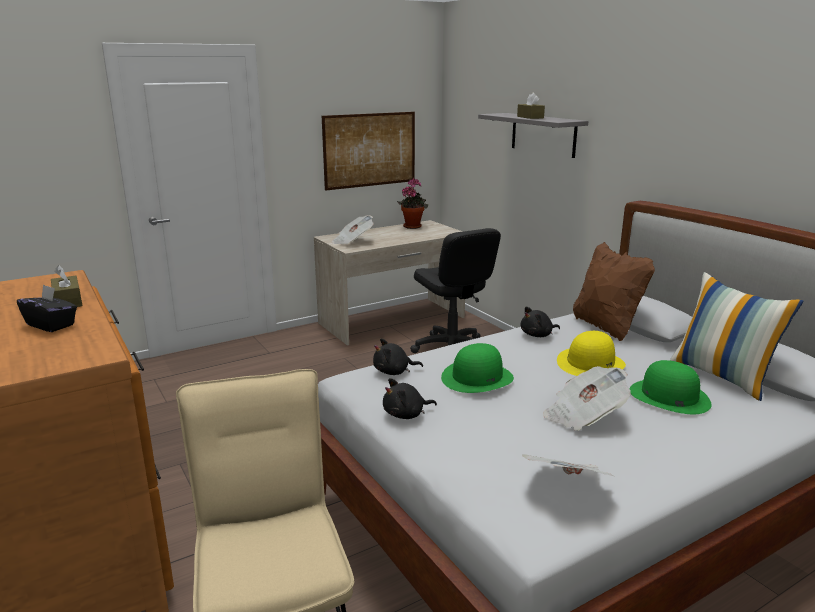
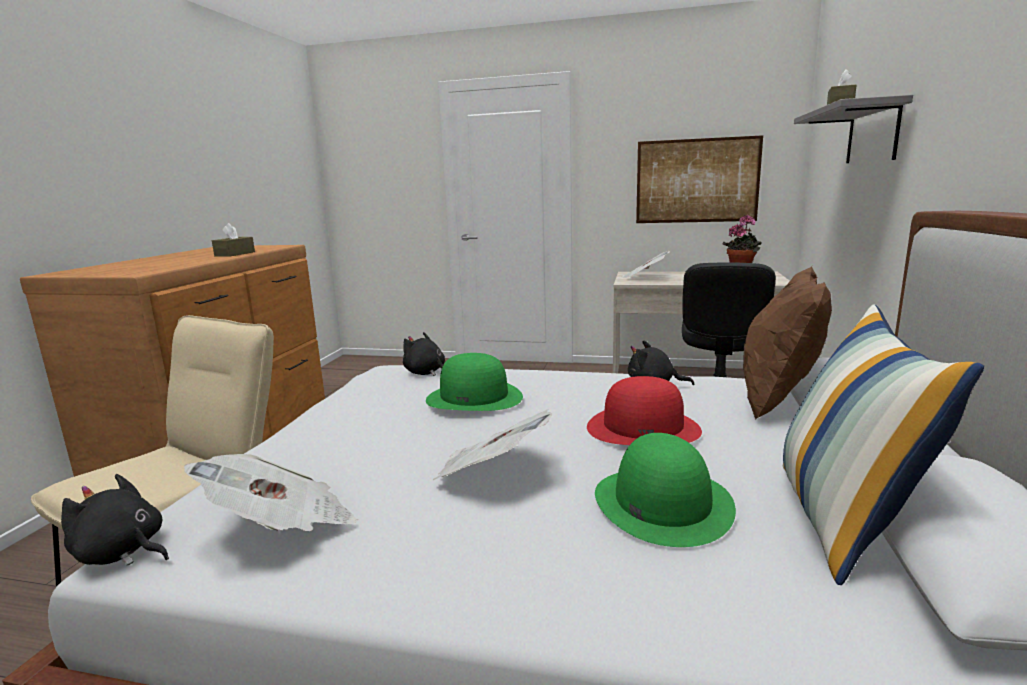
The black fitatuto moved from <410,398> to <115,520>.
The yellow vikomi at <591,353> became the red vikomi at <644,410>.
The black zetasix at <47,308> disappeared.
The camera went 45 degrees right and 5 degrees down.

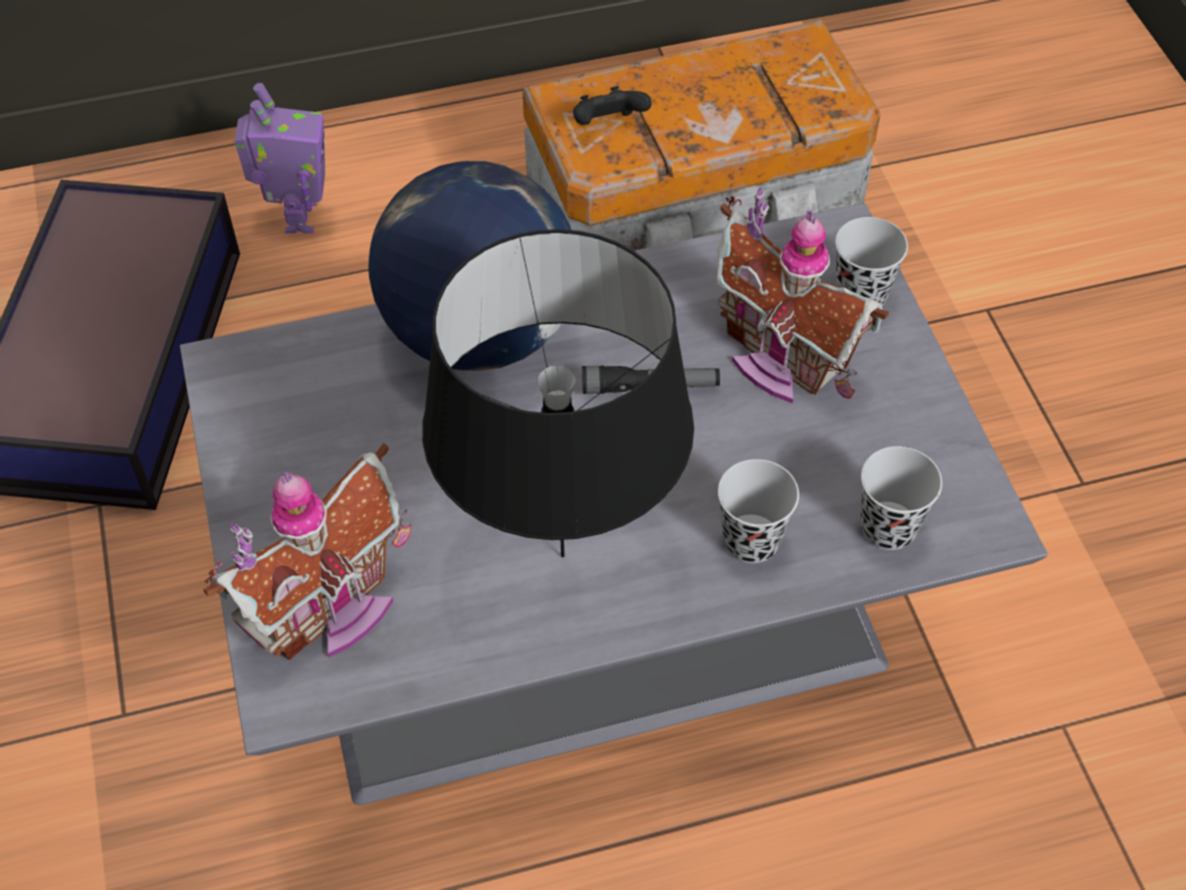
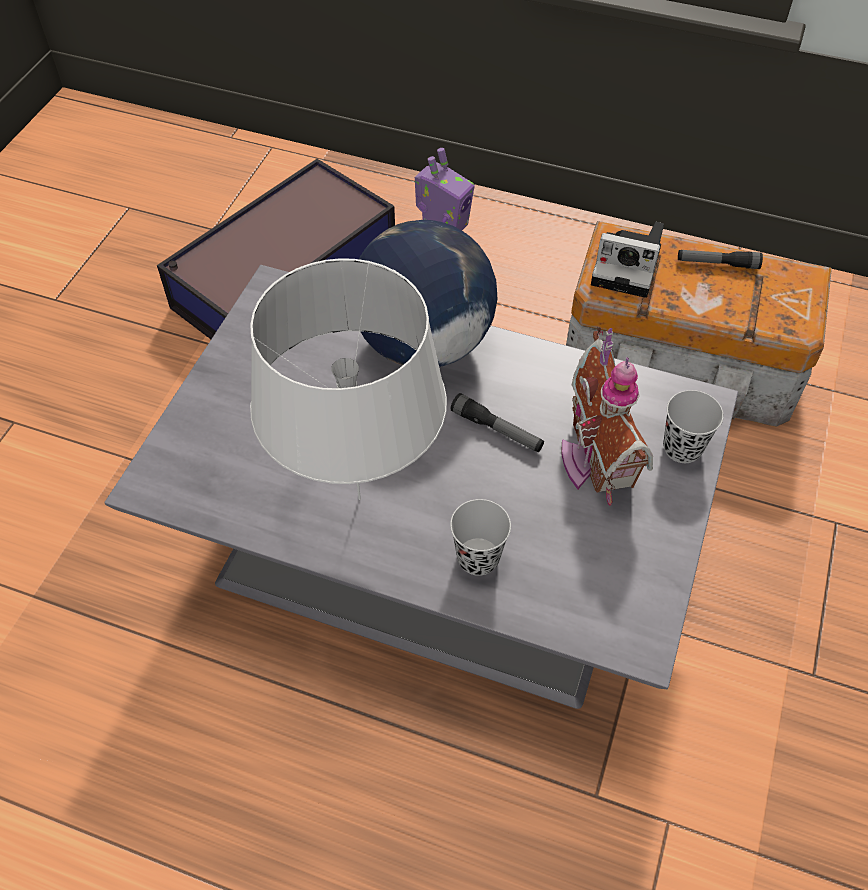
The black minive at <558,393> became the white minive at <348,379>.
The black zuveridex at <612,105> was replaced by the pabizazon at <627,260>.
The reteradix at <720,259> appeared.
The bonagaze at <307,552> disappeared.
The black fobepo at <901,498> disappeared.
The camera went 35 degrees right and 0 degrees up.

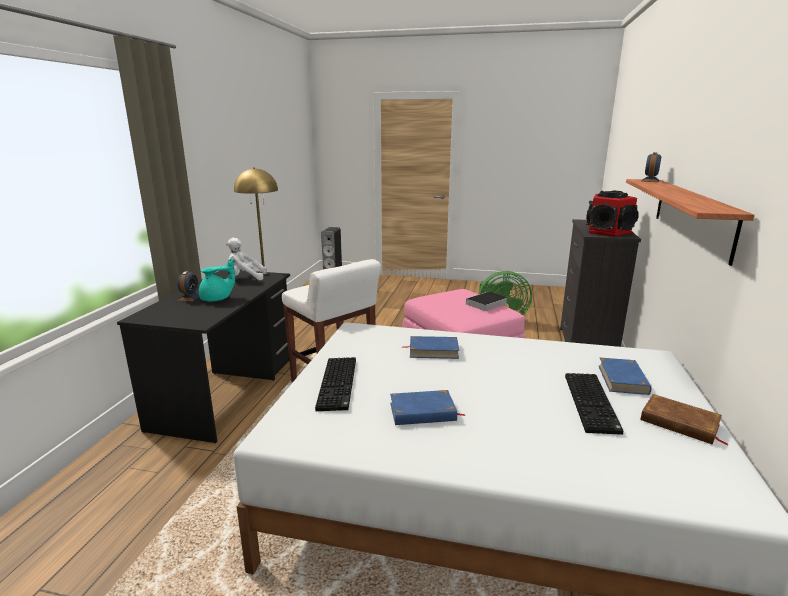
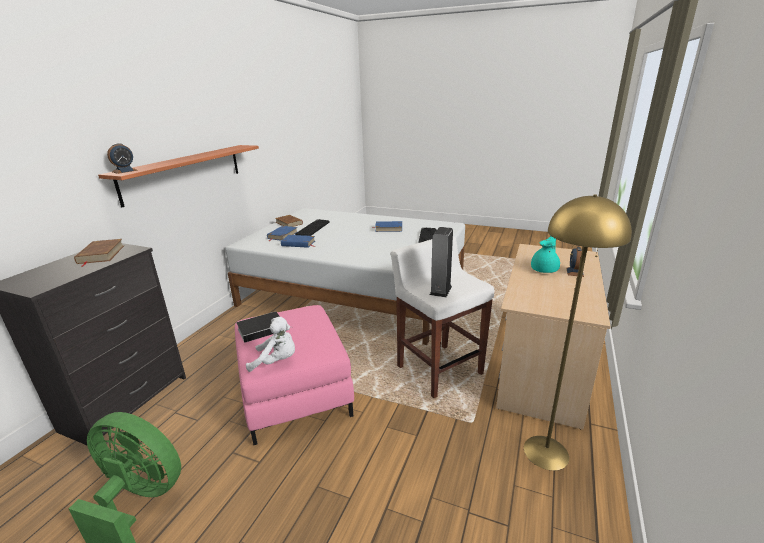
The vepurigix at <612,214> was replaced by the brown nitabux at <99,253>.
The white fitatuto moved from <246,259> to <270,344>.
The blue nitabux moved from <430,347> to <298,241>.
The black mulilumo at <203,356> became the beige mulilumo at <553,336>.
The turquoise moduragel at <217,280> turned 150 degrees clockwise.
The camera went 170 degrees left and 5 degrees up.

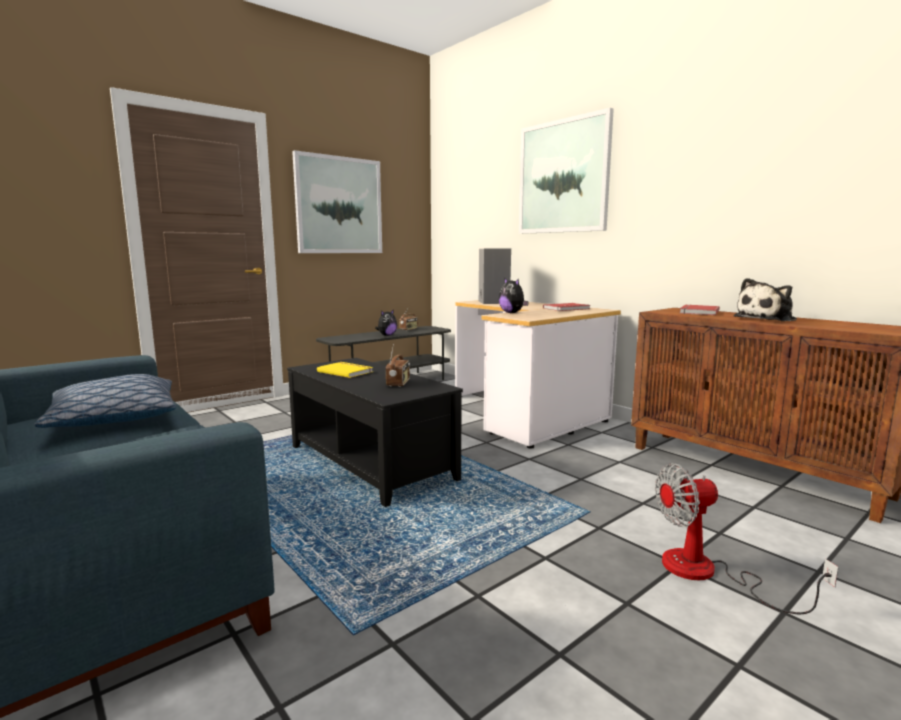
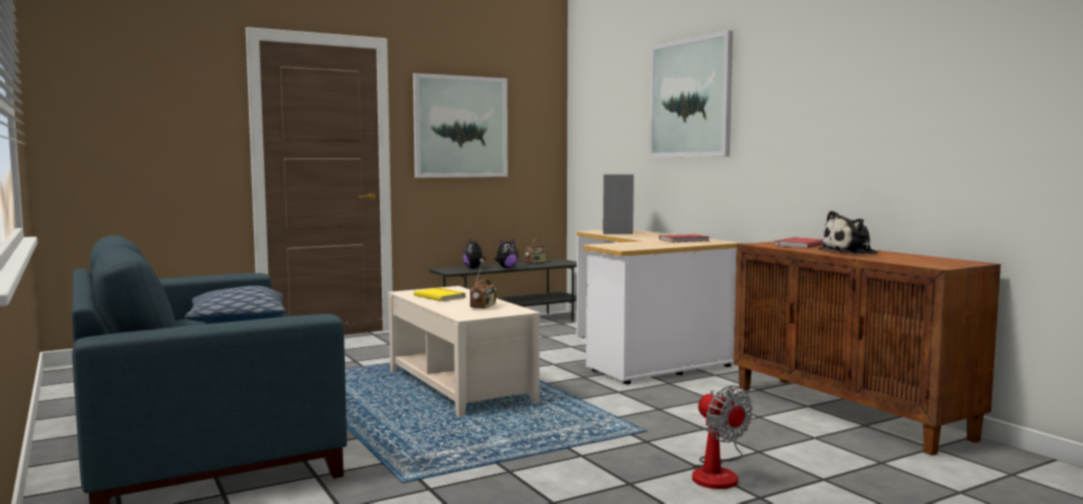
The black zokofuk at <375,432> became the beige zokofuk at <464,351>.
The fitatuto moved from <514,295> to <474,253>.
The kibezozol at <747,538> turned 120 degrees counterclockwise.
The camera went 10 degrees right and 5 degrees down.

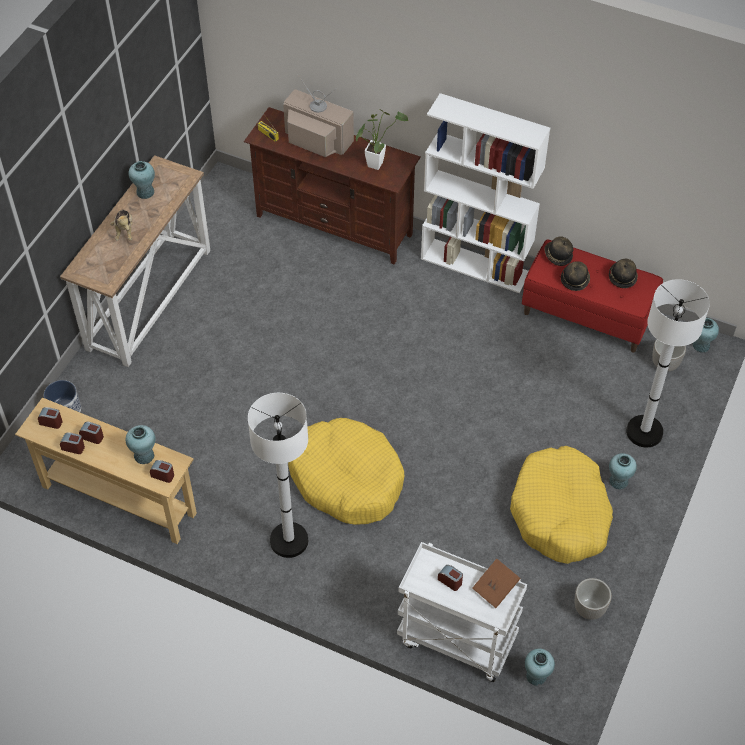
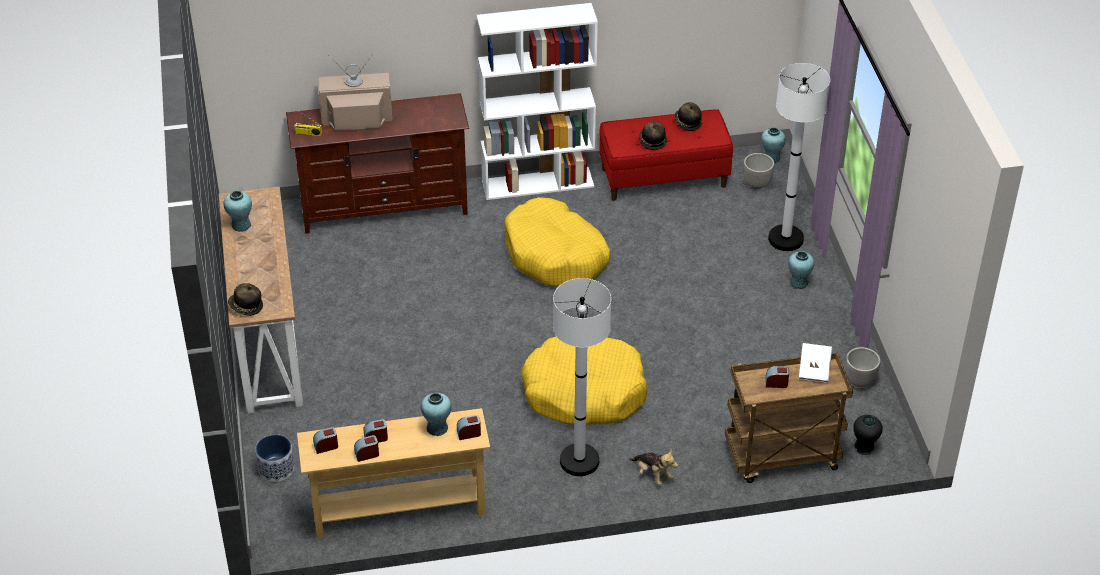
The vikomi moved from <558,251> to <245,299>.
The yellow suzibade moved from <561,505> to <557,242>.
The fitatuto moved from <121,225> to <653,467>.
The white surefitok at <462,612> became the brown surefitok at <789,417>.
The brown nitabux at <496,583> became the white nitabux at <815,363>.
The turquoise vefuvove at <540,667> became the black vefuvove at <868,435>.
The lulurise at <382,139> disappeared.
The camera went 35 degrees left and 10 degrees down.

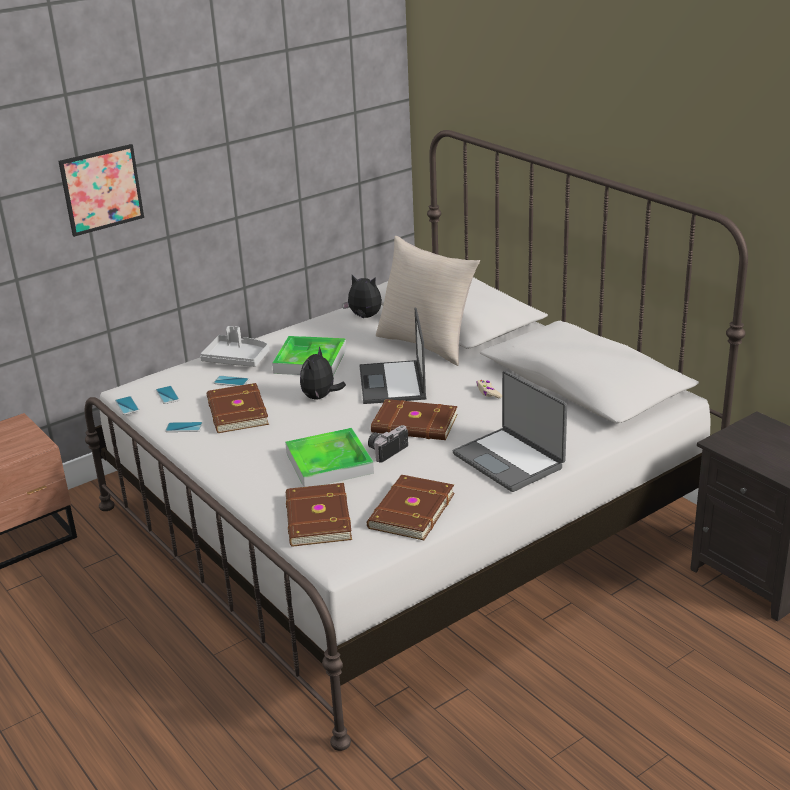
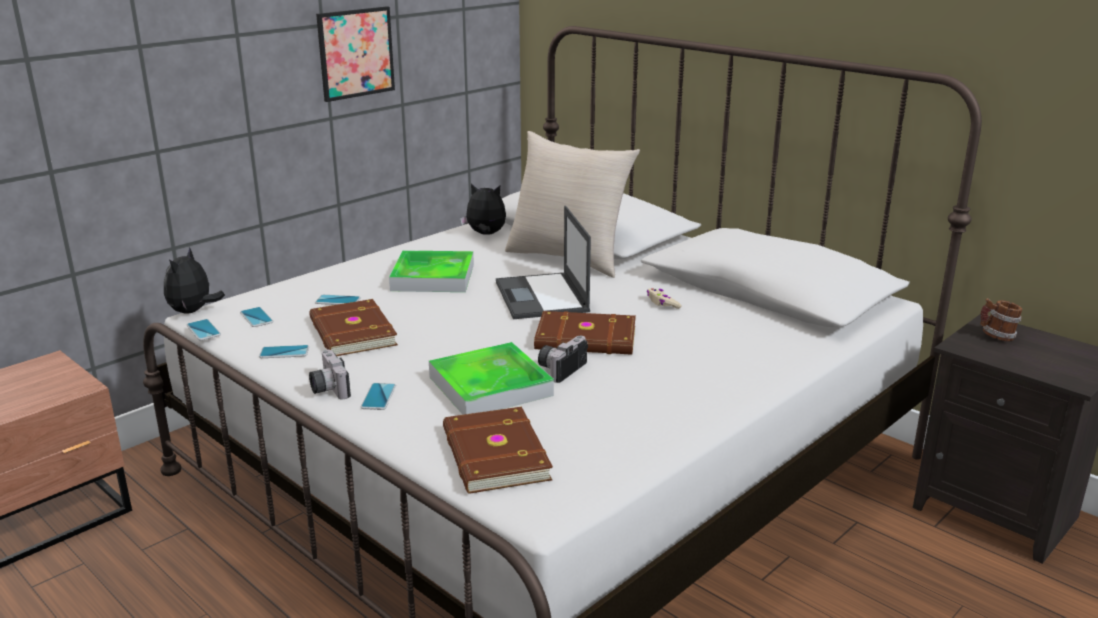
The fitatuto moved from <323,373> to <194,280>.
The pabizazon at <330,374> appeared.
The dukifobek moved from <101,190> to <355,54>.
The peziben at <378,396> appeared.
The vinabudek at <1001,319> appeared.
The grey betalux at <234,346> disappeared.
The brown nitabux at <411,507> disappeared.
The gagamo at <510,431> disappeared.
The camera went 10 degrees left and 5 degrees down.

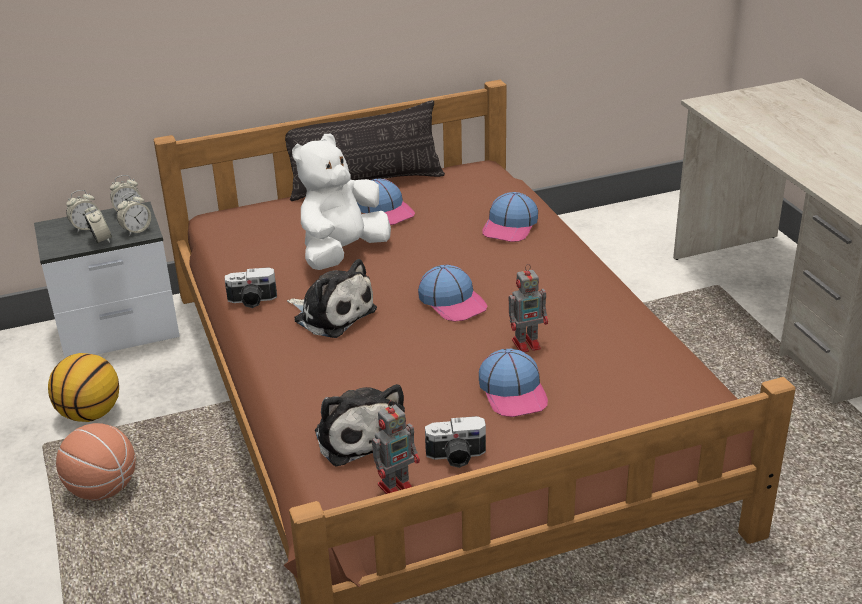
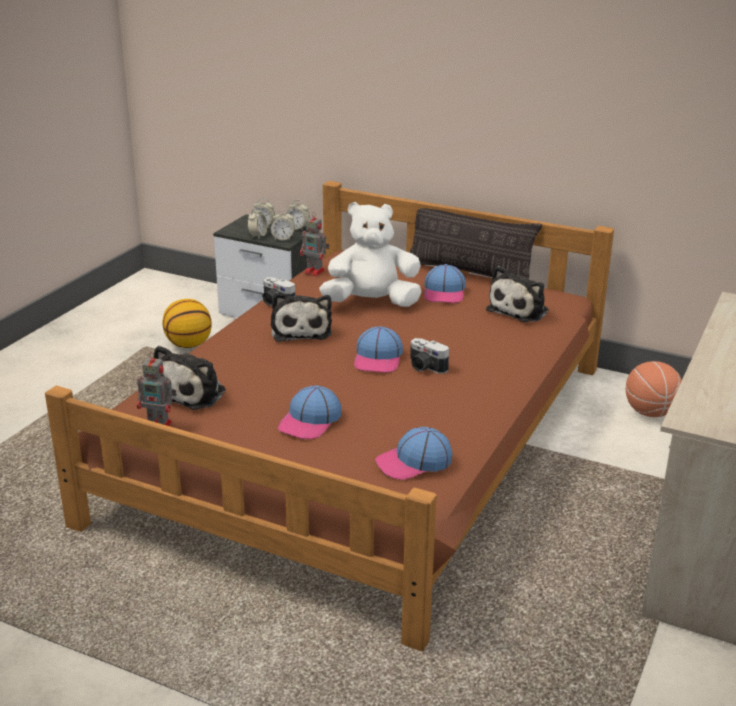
The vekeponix moved from <528,308> to <314,244>.
The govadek moved from <510,217> to <413,453>.
The pabizazon moved from <455,442> to <429,356>.
The fitatuto at <517,294> appeared.
The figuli moved from <96,462> to <654,389>.
The camera went 45 degrees right and 5 degrees down.

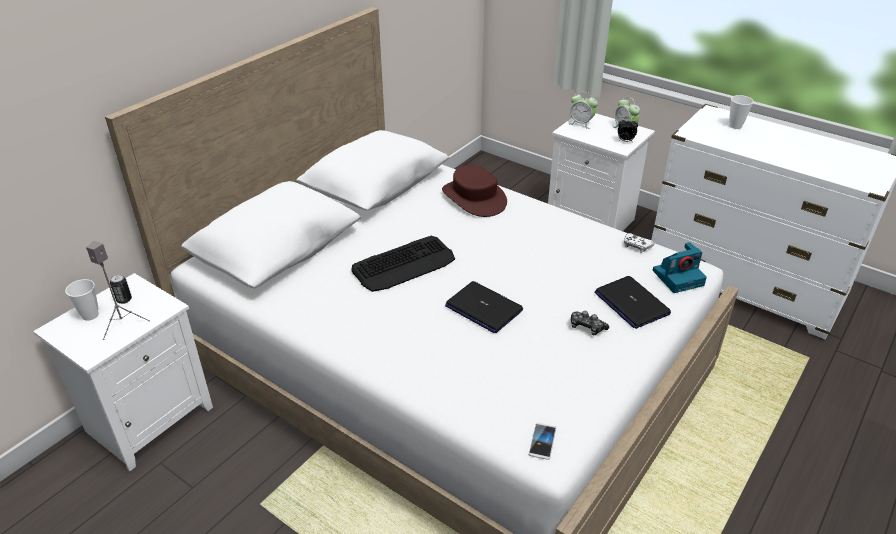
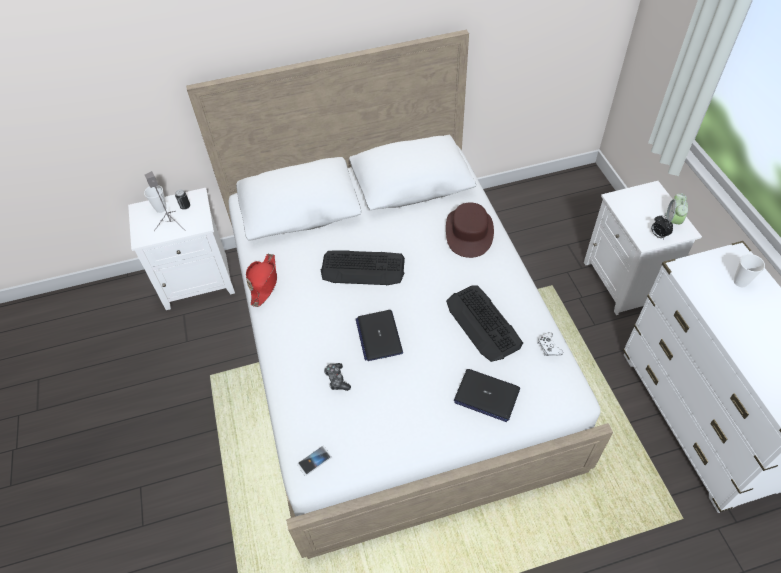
The red vikomi at <261,280> appeared.
The zuveridex moved from <590,323> to <337,377>.
The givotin at <484,324> appeared.
The gagamo at <632,302> turned 75 degrees counterclockwise.
The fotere at <583,110> disappeared.
The pabizazon at <680,267> disappeared.
The camera went 40 degrees right and 15 degrees up.

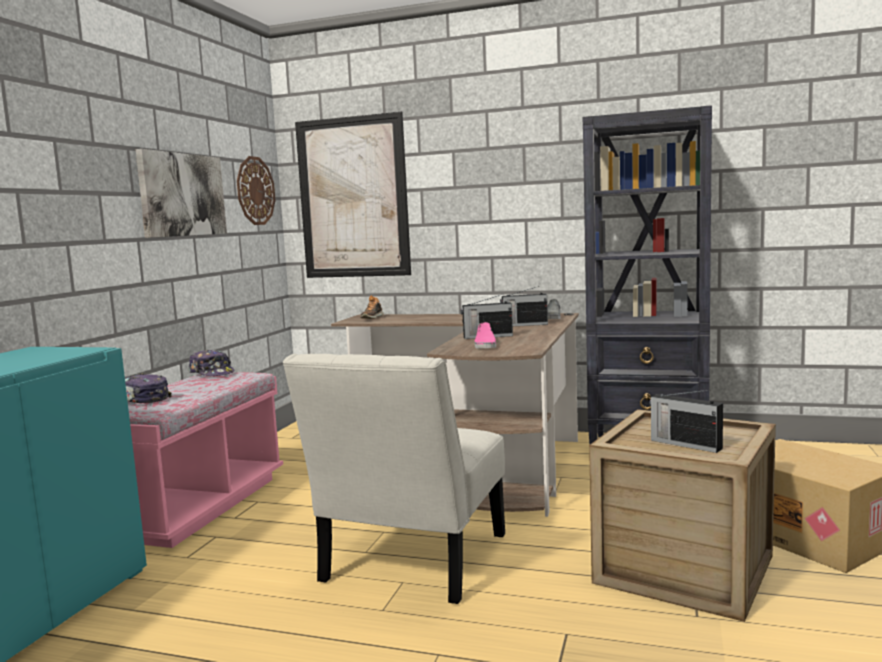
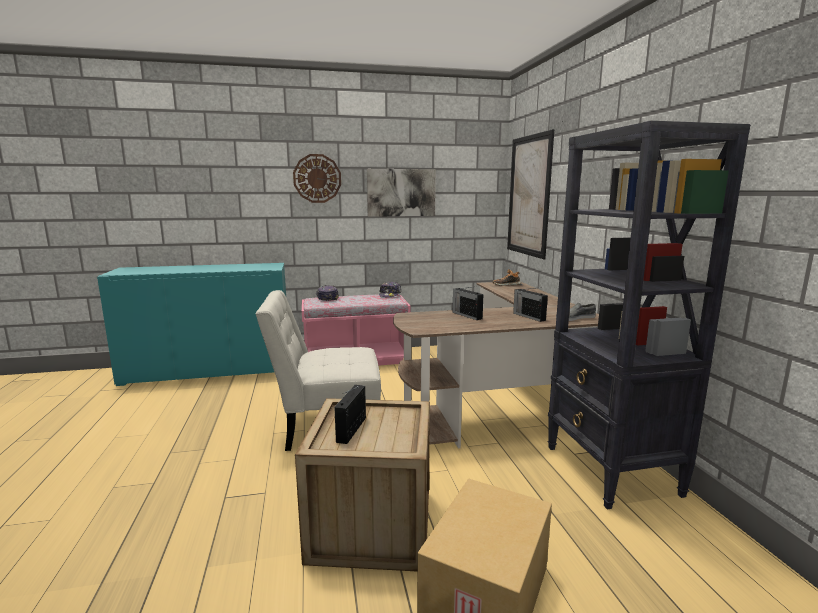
The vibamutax moved from <256,190> to <317,178>.
The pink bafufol at <485,335> disappeared.
The camera went 60 degrees right and 5 degrees up.

